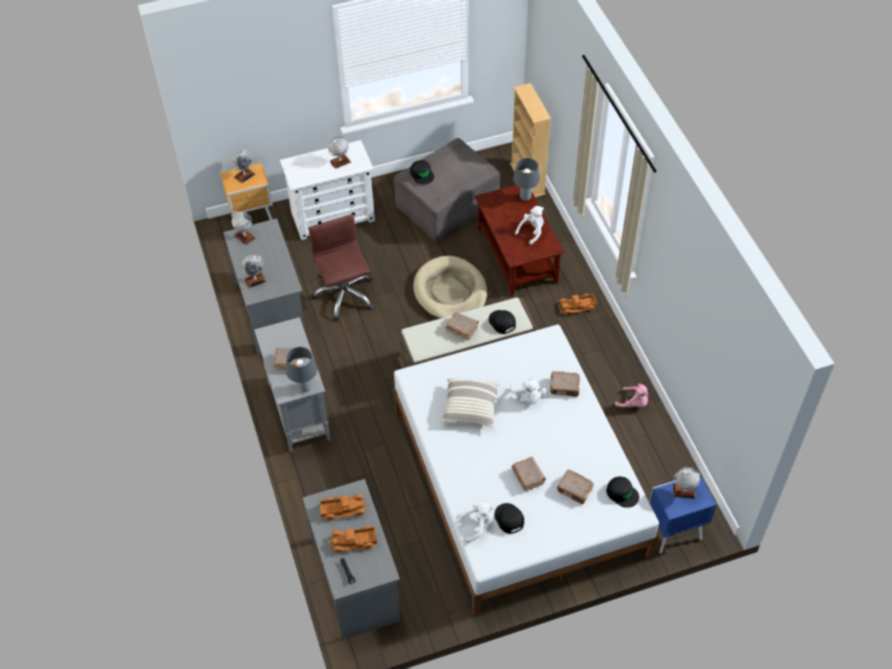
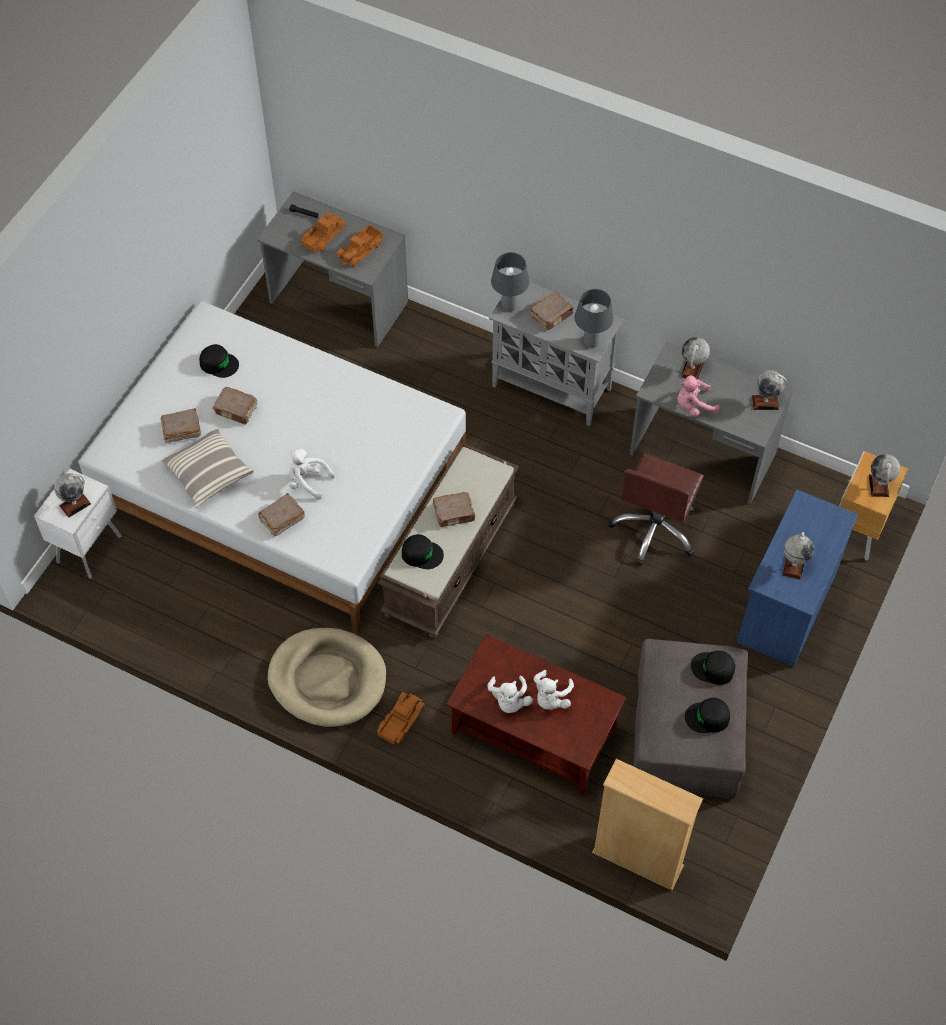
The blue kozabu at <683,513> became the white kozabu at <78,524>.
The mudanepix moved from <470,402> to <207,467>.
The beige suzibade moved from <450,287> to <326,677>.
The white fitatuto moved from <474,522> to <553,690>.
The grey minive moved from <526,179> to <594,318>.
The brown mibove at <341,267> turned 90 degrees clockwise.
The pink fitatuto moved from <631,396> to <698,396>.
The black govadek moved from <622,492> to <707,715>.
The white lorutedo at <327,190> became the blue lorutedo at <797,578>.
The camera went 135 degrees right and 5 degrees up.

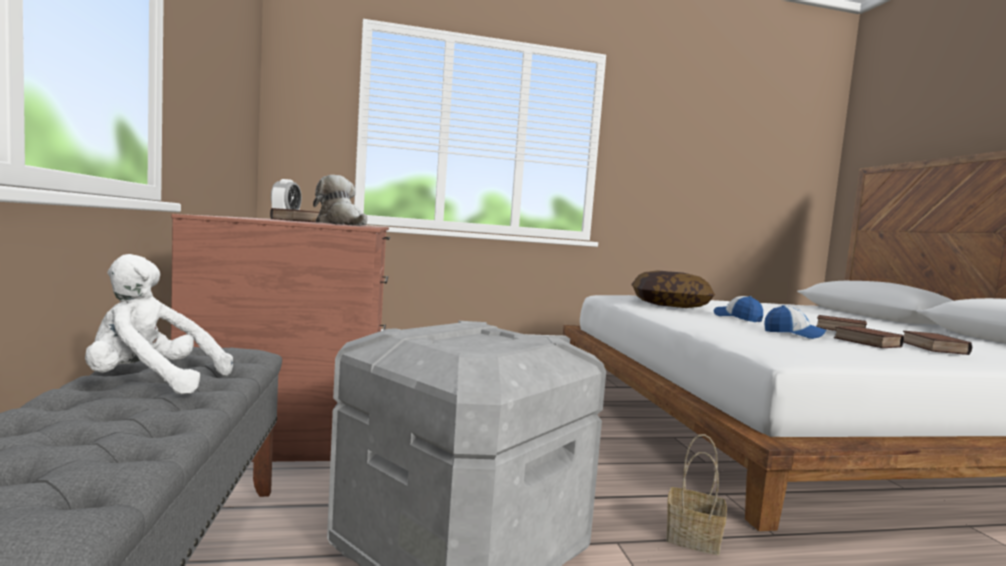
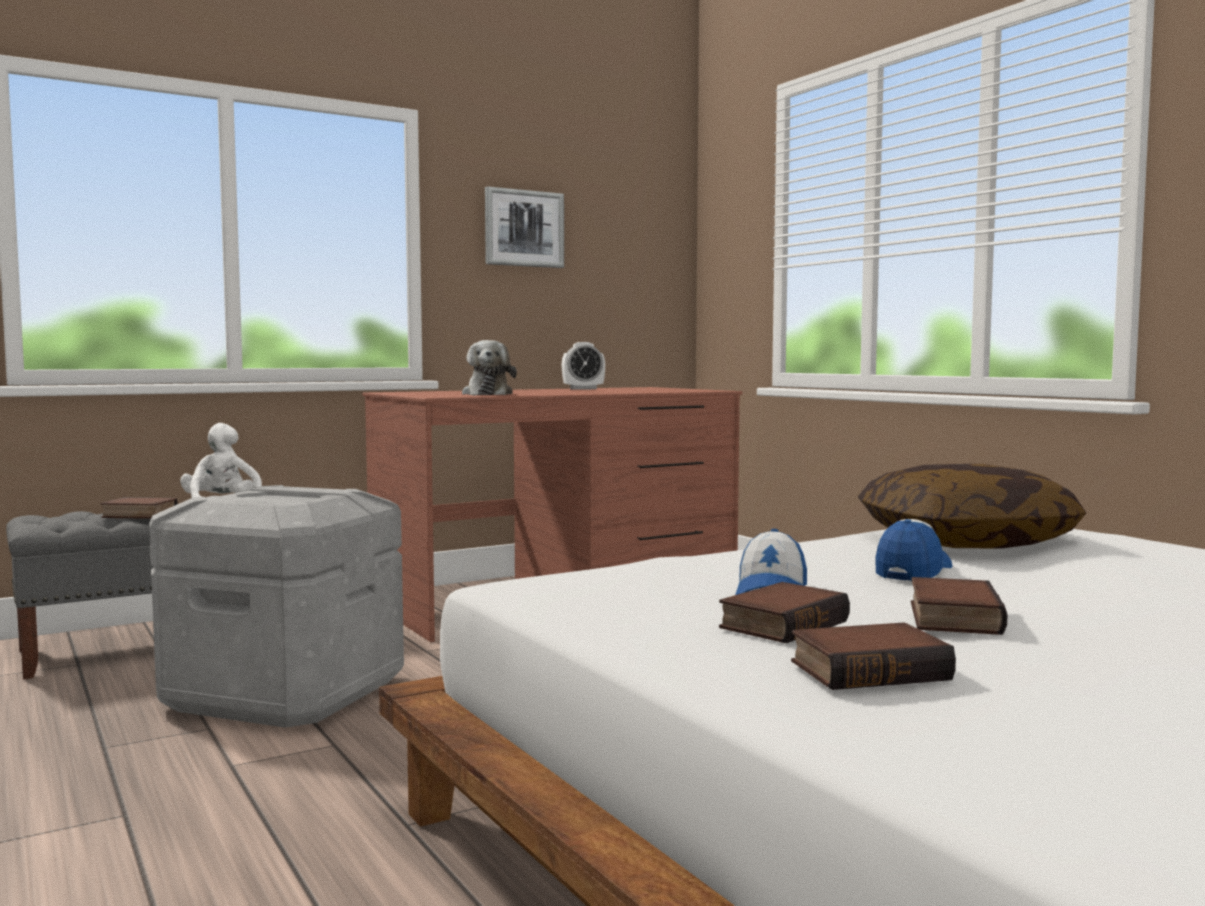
The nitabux moved from <294,215> to <139,508>.
The fitatuto at <340,200> turned 150 degrees clockwise.
The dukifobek at <524,227> appeared.
The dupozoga at <696,494> disappeared.
The camera went 70 degrees right and 0 degrees up.

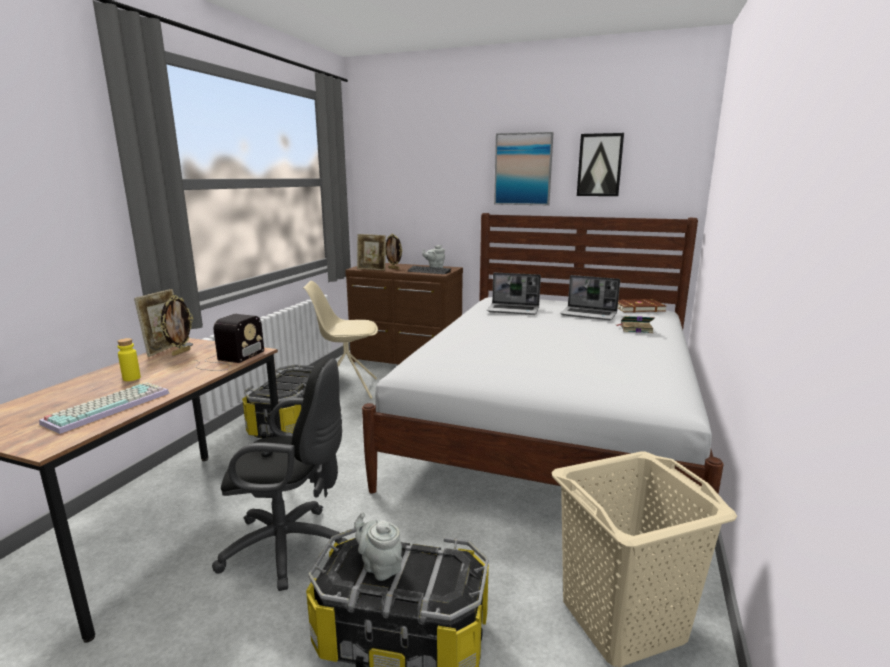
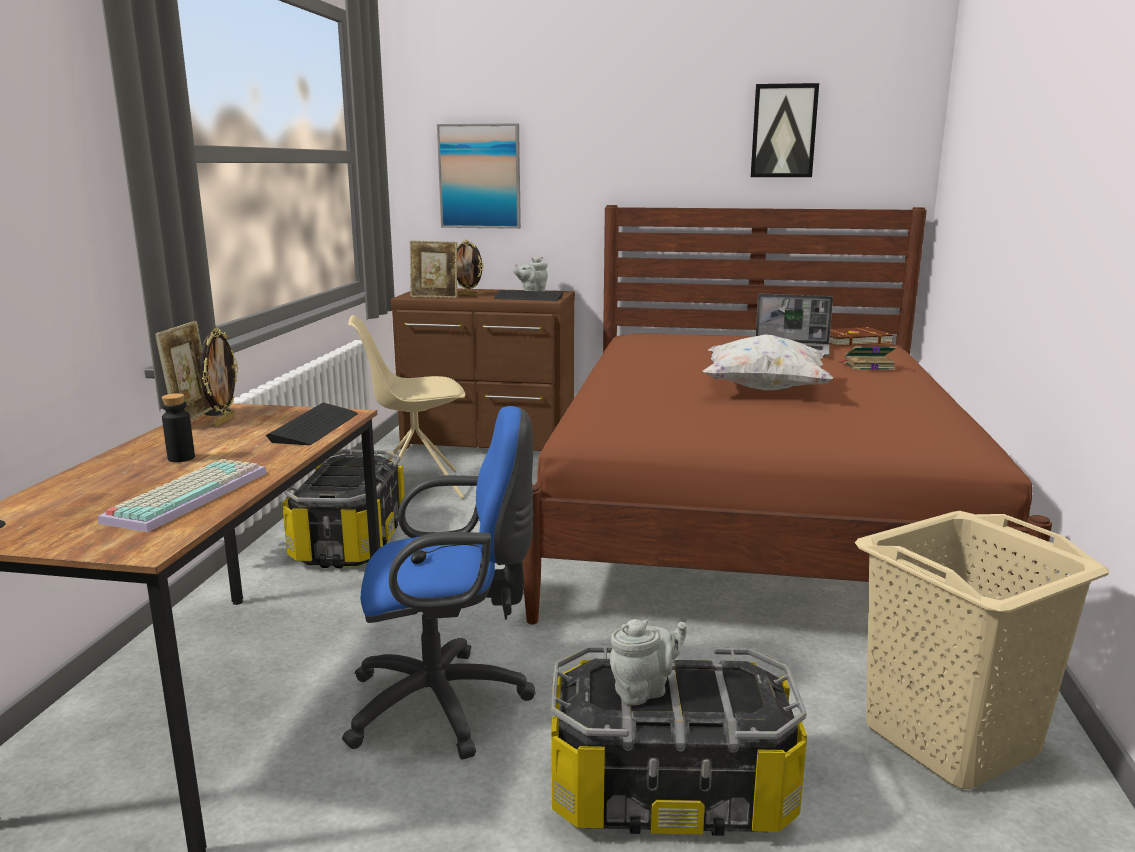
The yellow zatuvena at <129,359> became the black zatuvena at <178,427>.
The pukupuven at <229,342> was replaced by the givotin at <312,424>.
The black mibove at <280,474> became the blue mibove at <438,583>.
The dukifobek moved from <524,168> to <479,176>.
The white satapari at <543,362> became the brown satapari at <787,414>.
The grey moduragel at <378,546> turned 120 degrees clockwise.
The white mudanepix at <768,362> appeared.
The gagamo at <514,294> disappeared.
The camera went 10 degrees left and 0 degrees up.

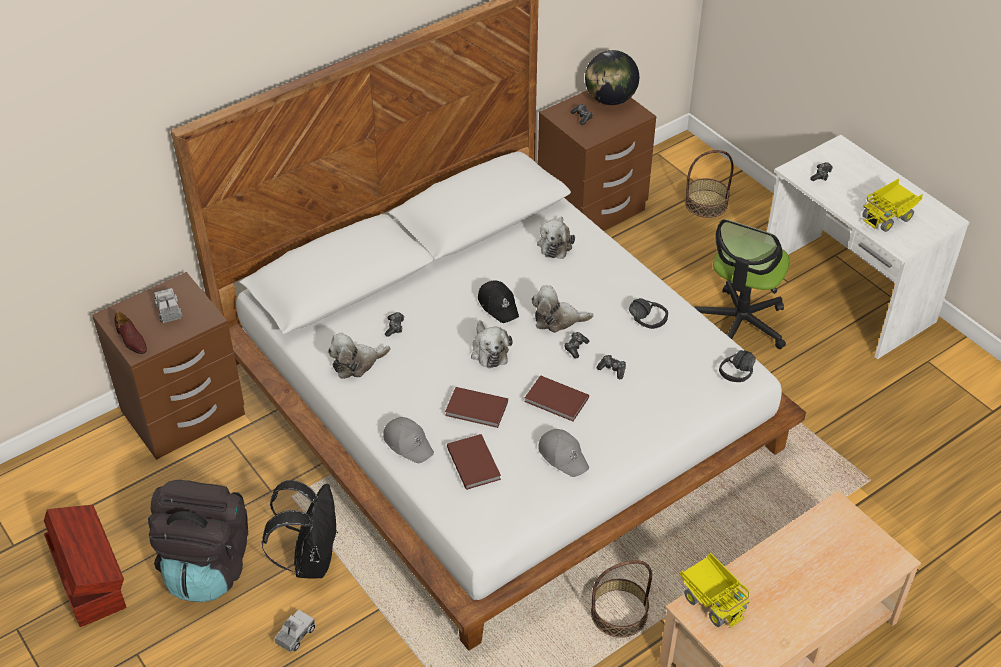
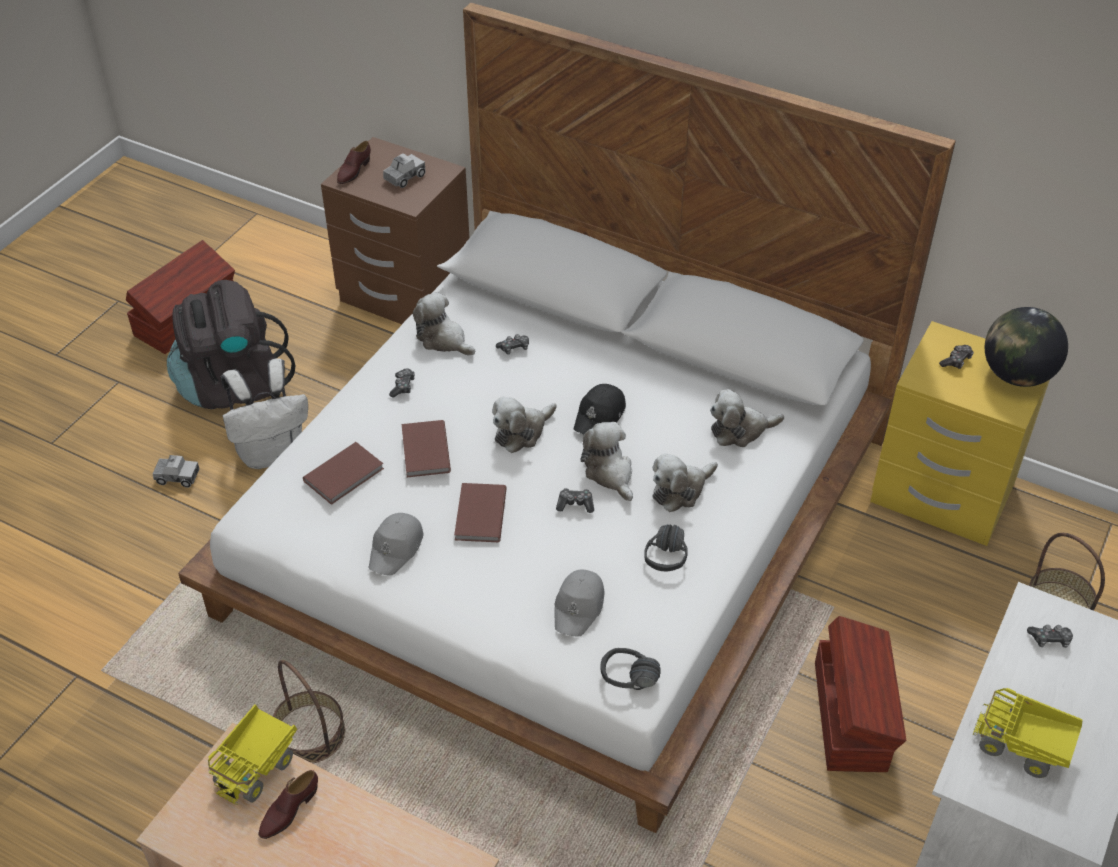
The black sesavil at <299,529> became the white sesavil at <264,414>.
The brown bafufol at <288,804> appeared.
The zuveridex moved from <611,367> to <402,383>.
The grey govadek moved from <408,440> to <580,603>.
The fitatuto at <685,482> appeared.
The mibove at <742,284> was replaced by the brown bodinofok at <860,694>.
The brown kozabu at <597,160> became the yellow kozabu at <960,433>.
The camera went 65 degrees right and 0 degrees up.

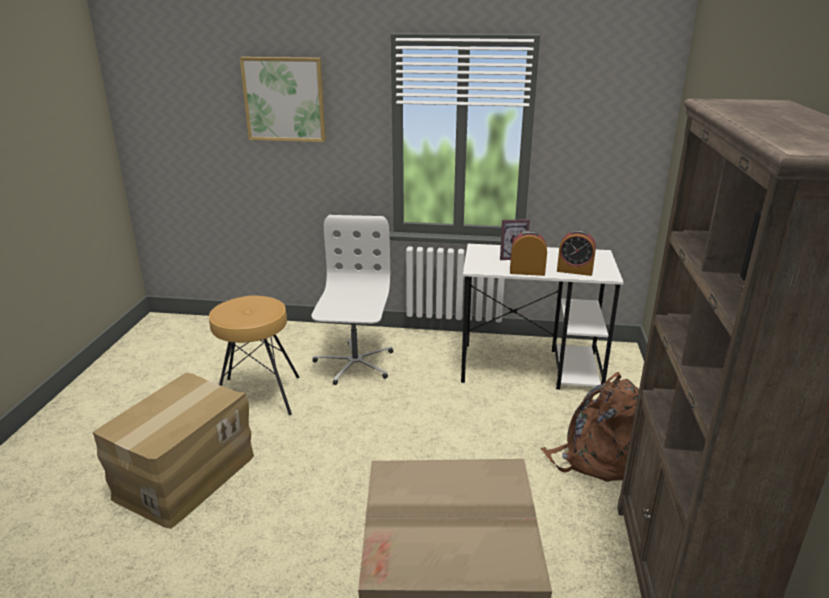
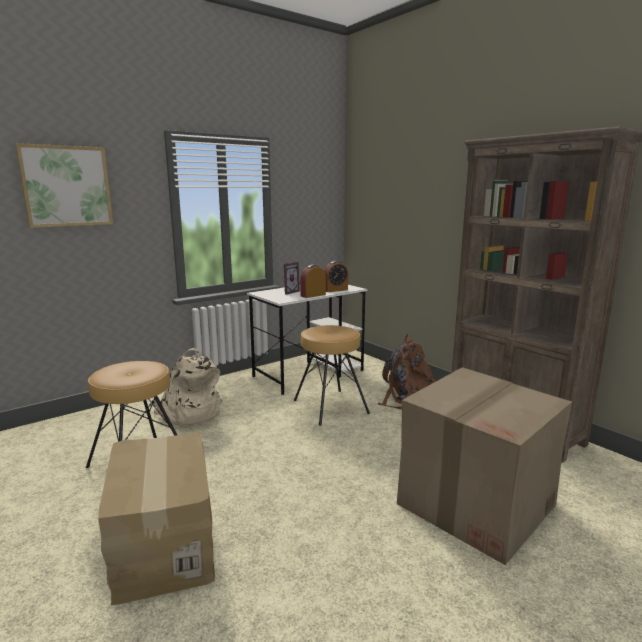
The white mibove at <352,300> was replaced by the beige sesavil at <187,387>.
The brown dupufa at <332,375> appeared.
The camera went 45 degrees left and 10 degrees down.

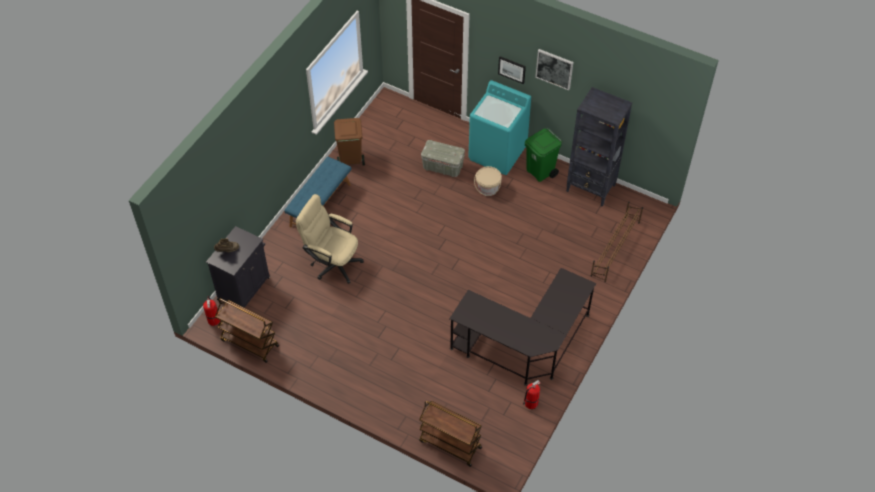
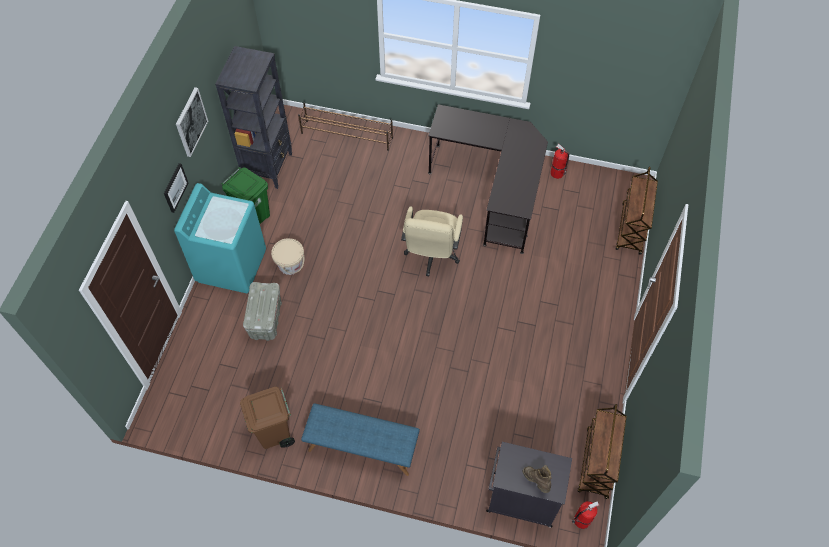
The beige mibove moved from <330,239> to <432,241>.
The camera went 105 degrees left and 5 degrees up.

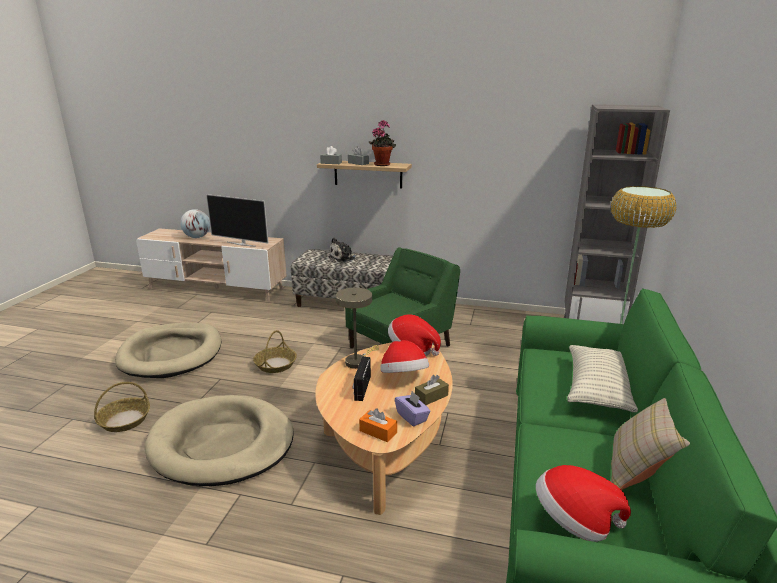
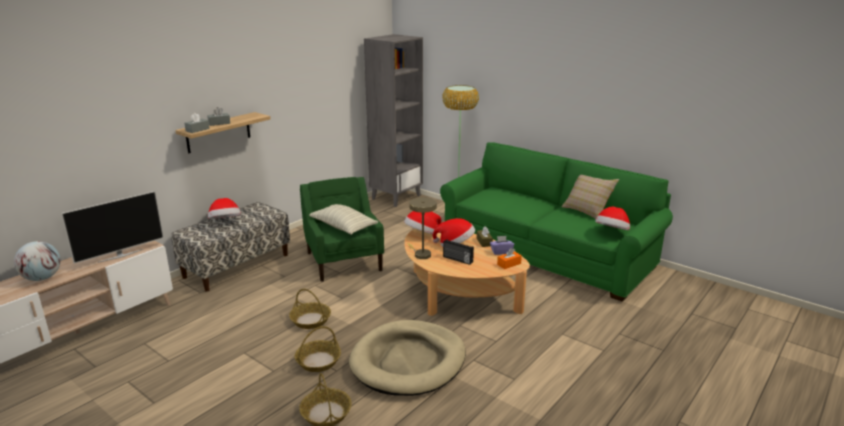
The fitatuto at <343,250> was replaced by the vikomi at <224,208>.
The dupozoga at <318,349> appeared.
The mudanepix moved from <602,378> to <343,219>.
The beige suzibade at <168,350> disappeared.
The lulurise at <382,143> disappeared.
The camera went 65 degrees left and 0 degrees up.

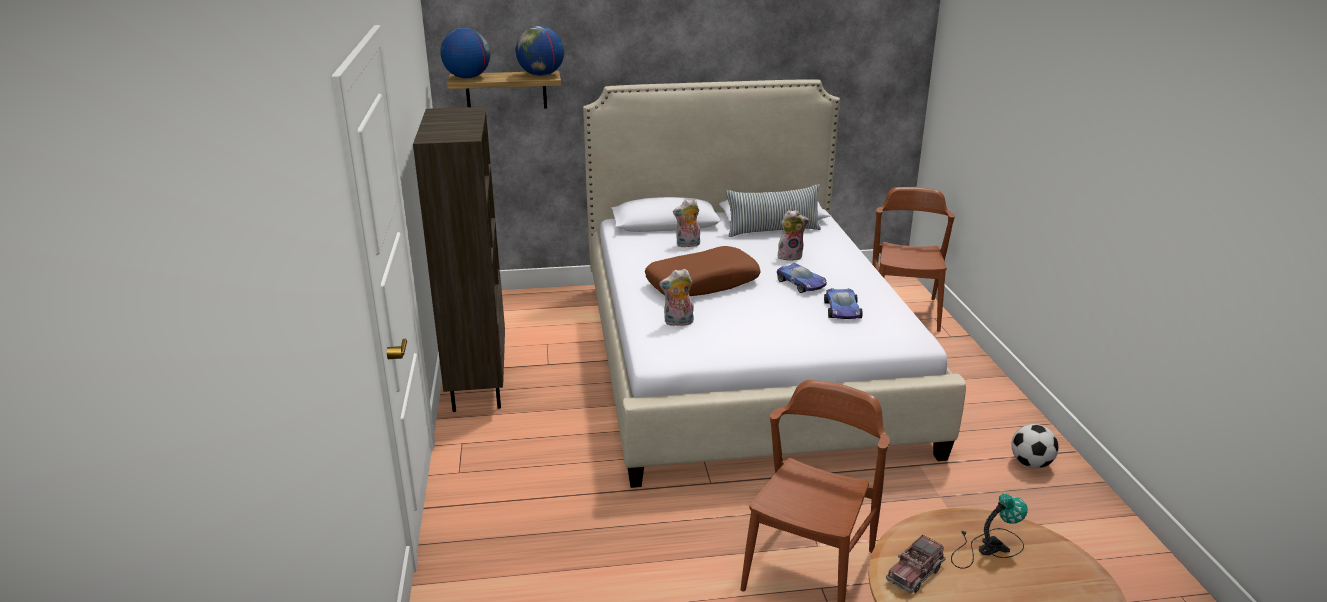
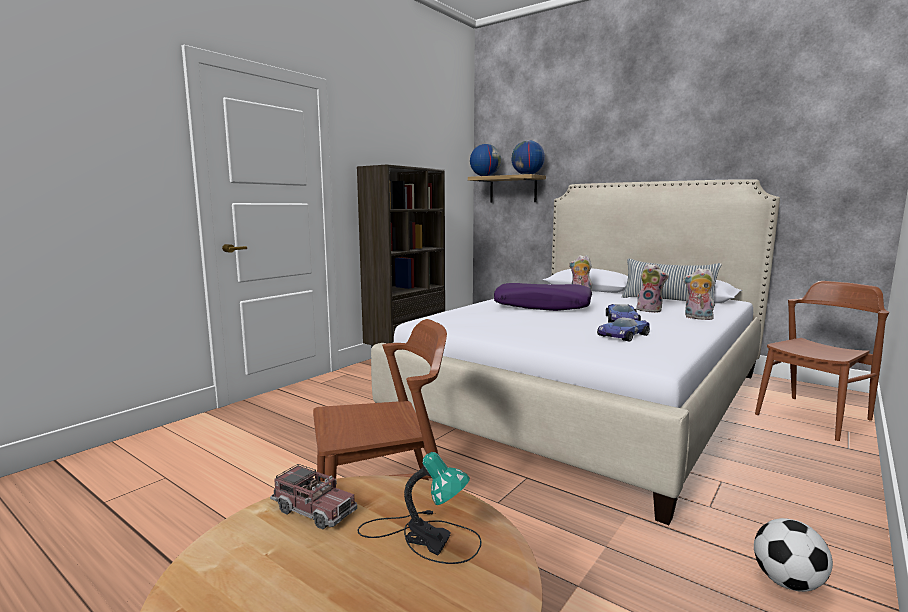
The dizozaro at <916,564> turned 150 degrees counterclockwise.
The brown mudanepix at <703,271> became the purple mudanepix at <543,297>.
The fitatuto moved from <676,297> to <699,294>.
The camera went 45 degrees right and 15 degrees down.

